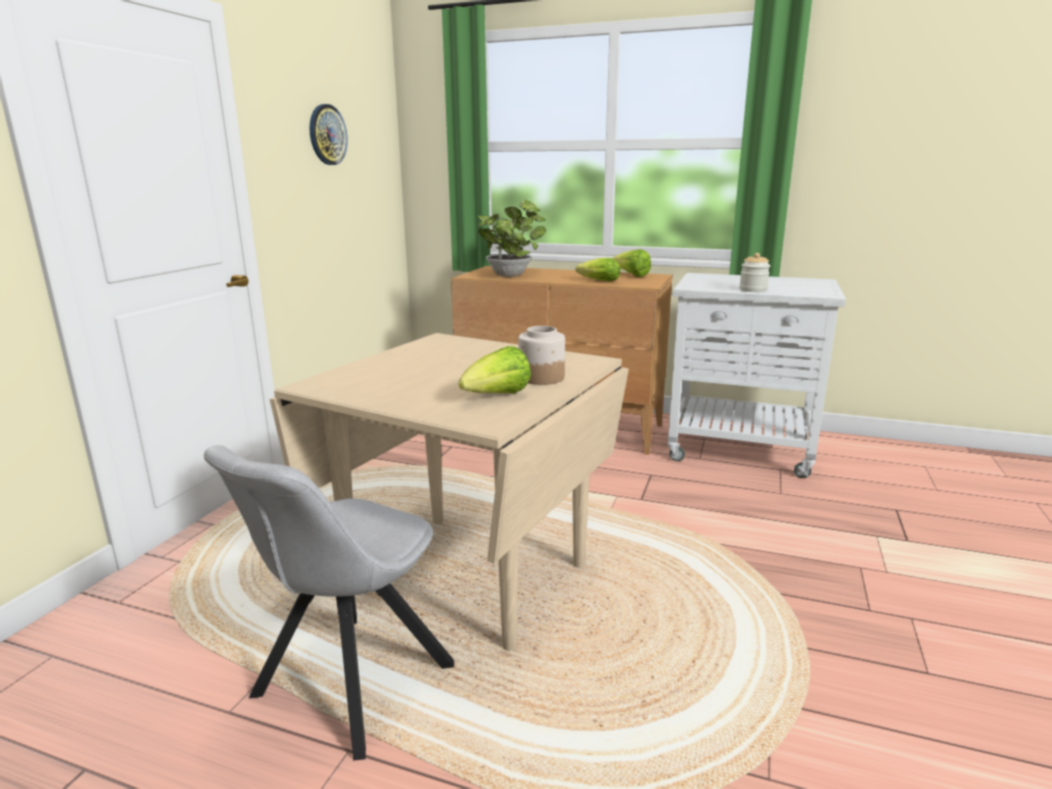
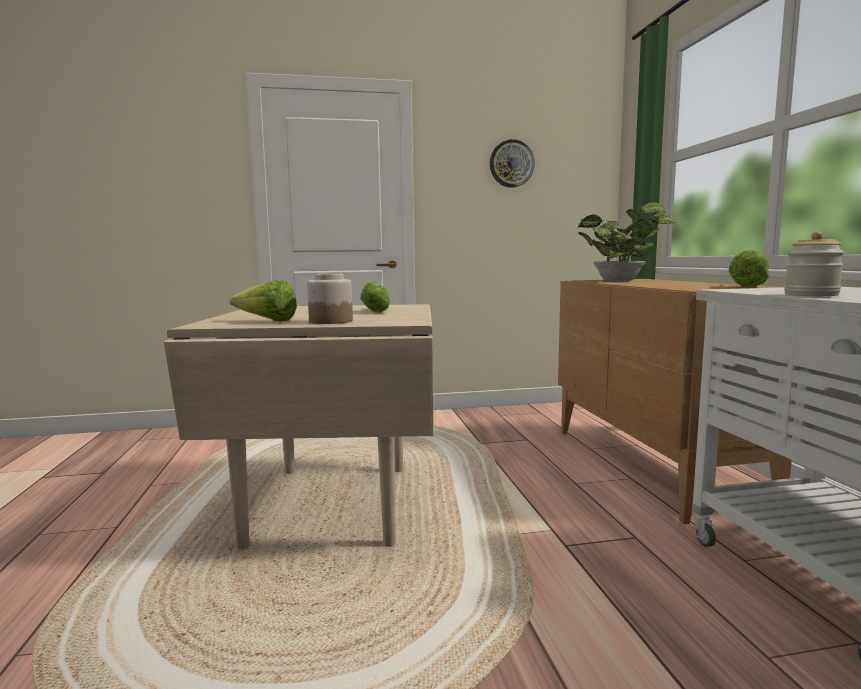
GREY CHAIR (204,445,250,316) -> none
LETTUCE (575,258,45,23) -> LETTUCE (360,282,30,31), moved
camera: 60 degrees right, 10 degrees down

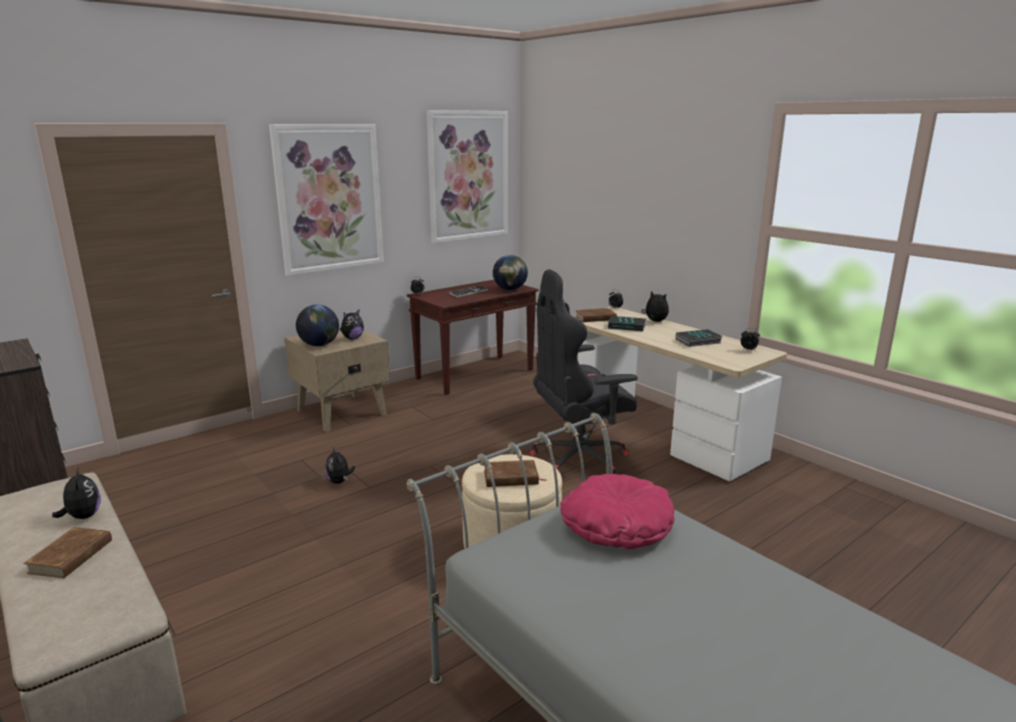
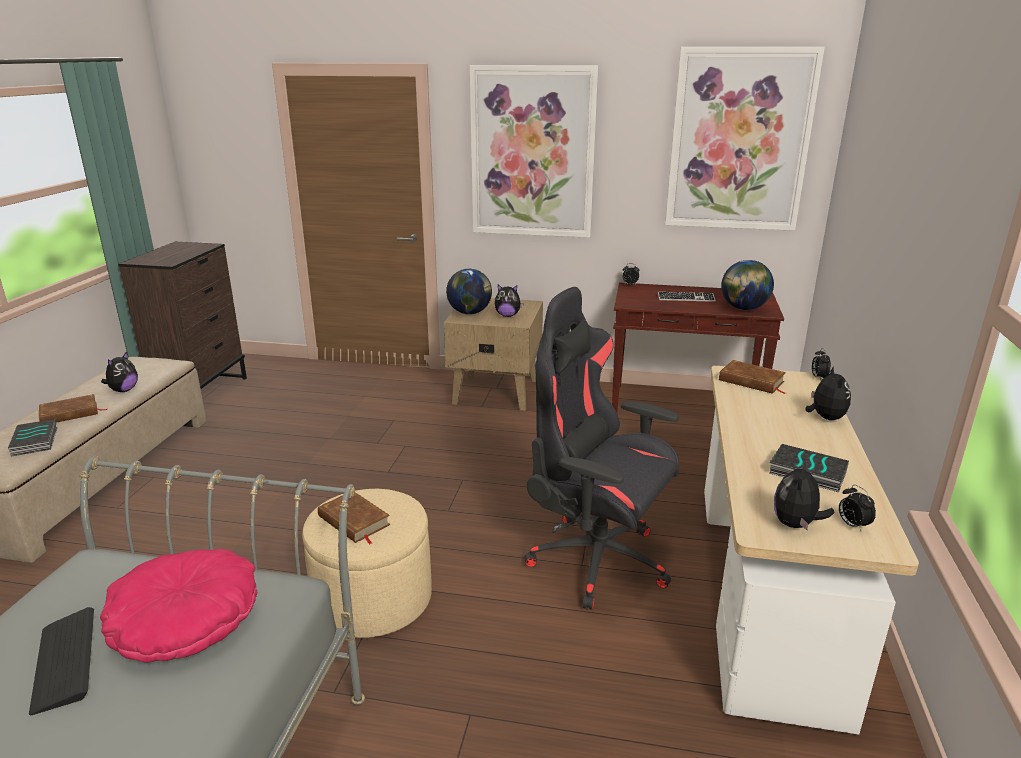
PLUSH TOY (325,447,30,37) -> PLUSH TOY (774,459,60,71), moved
BOOK (608,316,38,15) -> BOOK (8,419,50,37), moved
none -> KEYBOARD (29,607,65,108)
camera: 50 degrees right, 5 degrees up

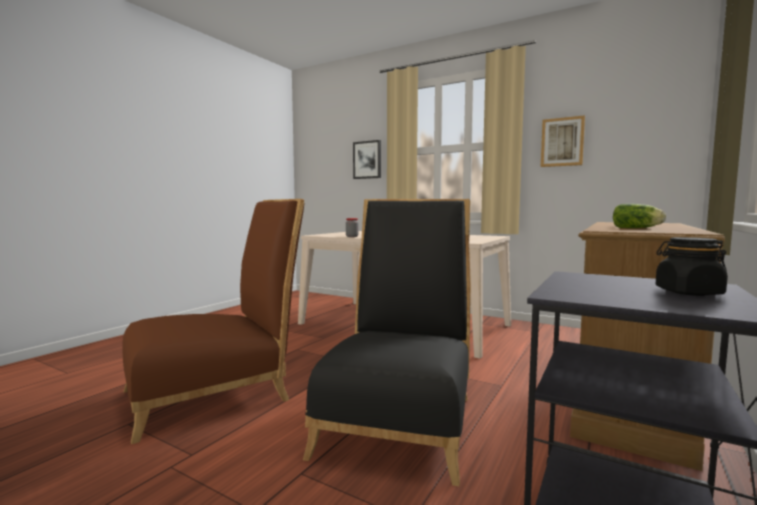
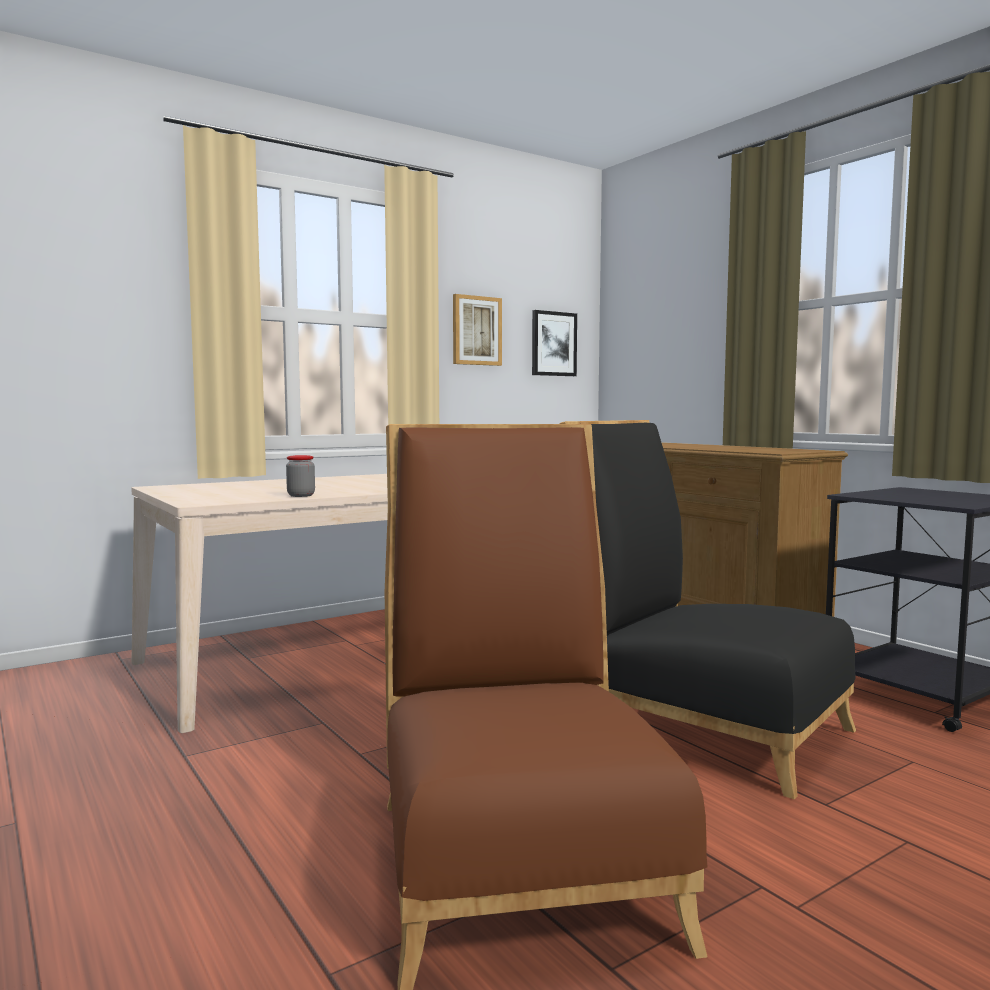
PICTURE (353,140,28,39) -> PICTURE (532,310,45,66), moved
LETTUCE (613,204,53,24) -> none
BLACK JAR (656,237,72,59) -> none
camera: 65 degrees left, 0 degrees up

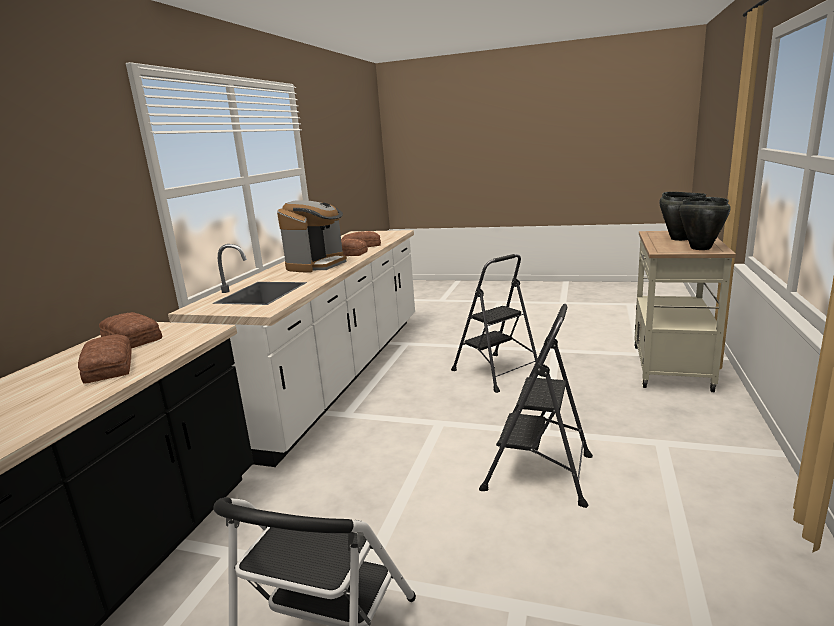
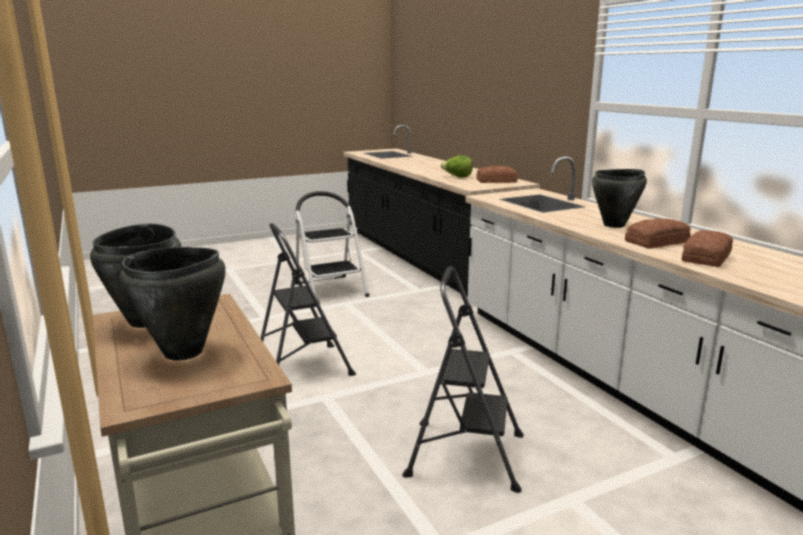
BREAD (78,335,54,49) -> LETTUCE (441,155,32,23)
COFFEE MACHINE (277,200,70,73) -> BLACK COOKING POT (592,169,55,59)
camera: 135 degrees right, 0 degrees up

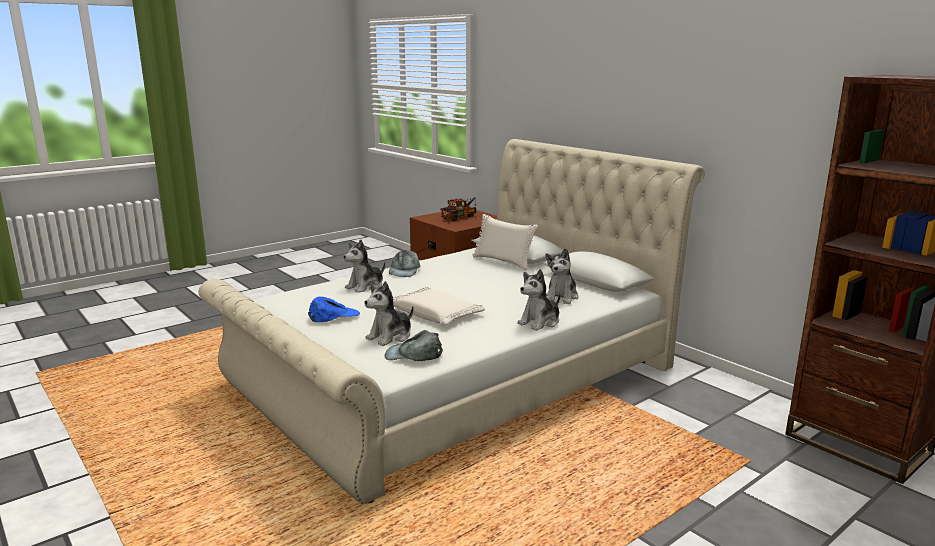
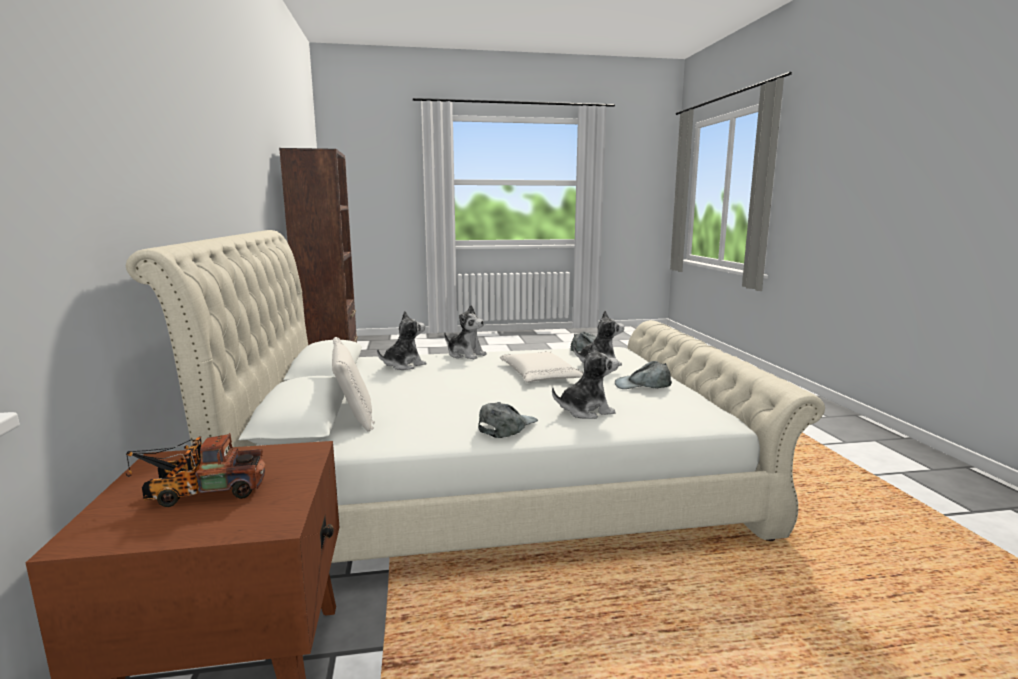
BLUE CAP (308,297,52,25) -> GREY CAP (615,361,57,28)
PLUSH TOY (517,269,43,62) -> PLUSH TOY (444,305,43,54), 45 degrees clockwise
camera: 150 degrees left, 5 degrees down

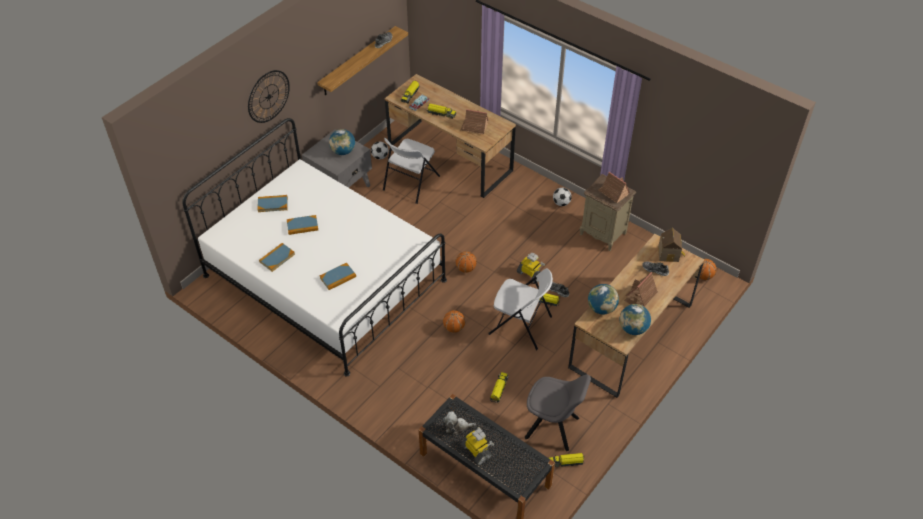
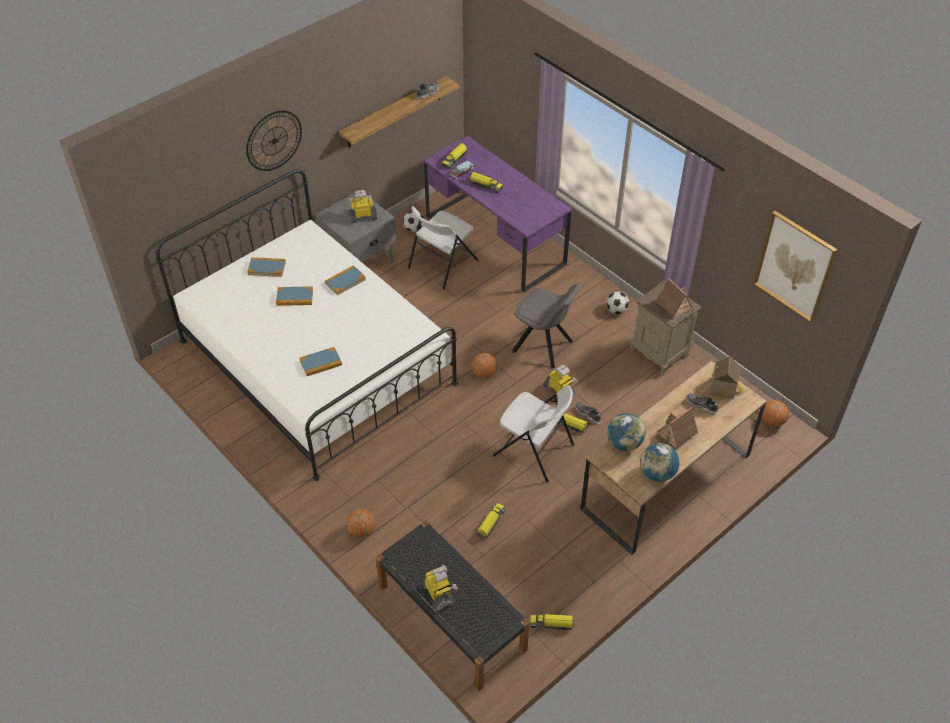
BOOK (259,243,36,29) -> BOOK (325,265,41,30), moved
GLOBE (329,129,26,26) -> TOY ROBOT (349,190,28,33)
BROWN DESK (385,74,131,124) -> PURPLE DESK (424,136,148,157)
BASKETBALL (443,310,22,23) -> BASKETBALL (347,509,28,29), moved
PLUSH TOY (443,412,33,23) -> none
TOY HOUSE (460,109,29,26) -> none
GREY CHAIR (524,375,67,76) -> GREY CHAIR (512,283,69,85), moved
none -> PICTURE (753,211,84,112)
camera: 10 degrees right, 0 degrees up

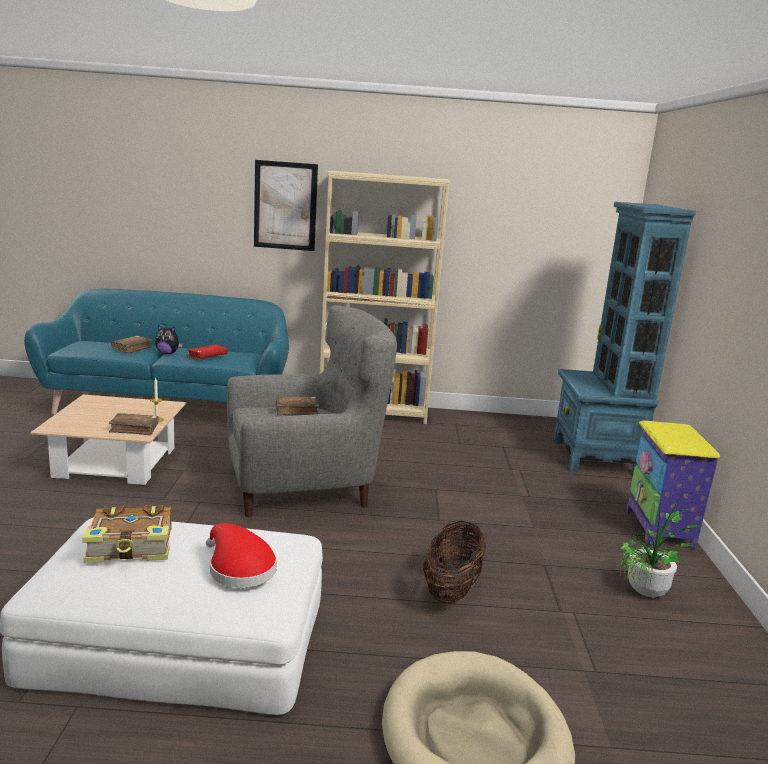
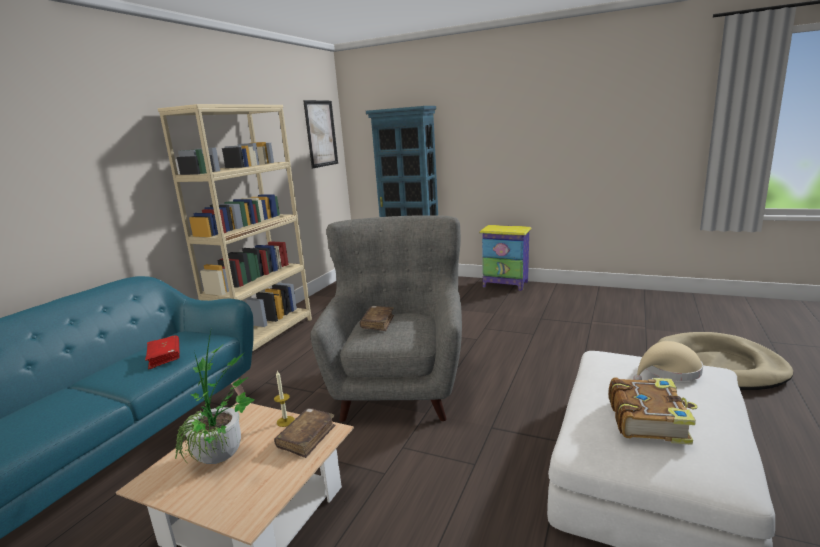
BROWN BOOK (111,336,41,18) -> none
PLUSH TOY (155,325,28,29) -> none
RED HAT (206,523,71,65) -> BEIGE HAT (633,341,70,40)
PICTURE (254,160,64,91) -> PICTURE (303,100,35,68), moved
BASKET (423,521,63,83) -> none
POTTED PLANT (616,490,87,108) -> POTTED PLANT (175,332,80,132), moved
camera: 65 degrees left, 0 degrees up

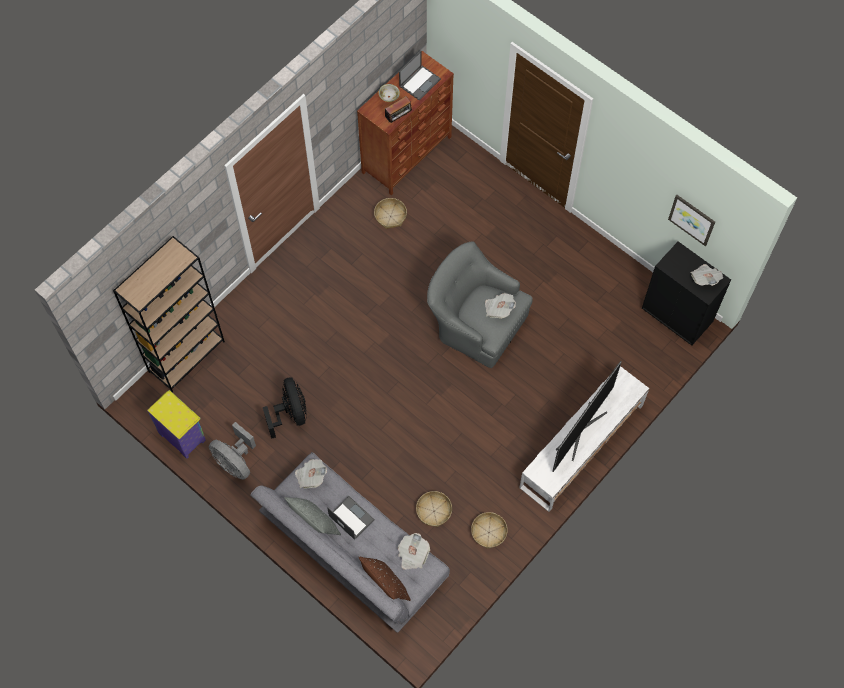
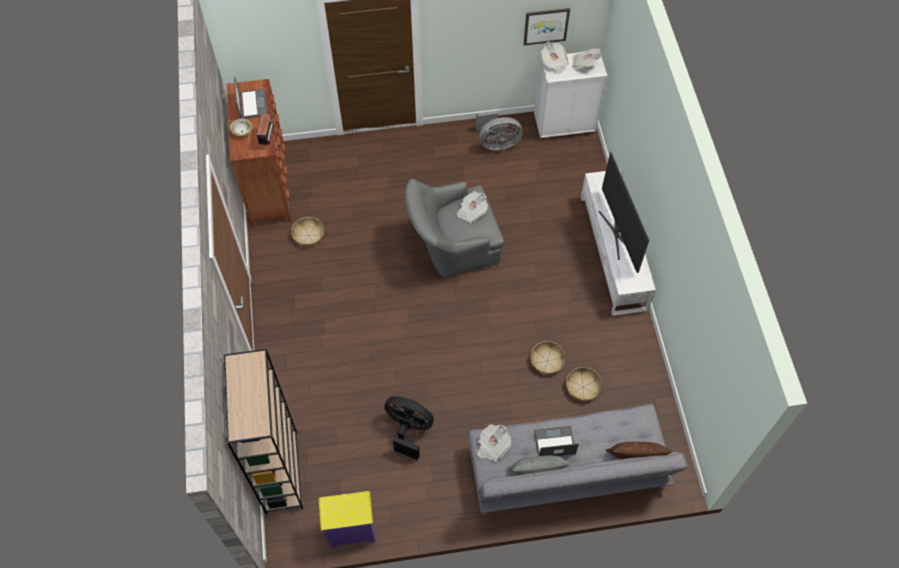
GREY FAN (209,422,47,58) -> GREY FAN (476,110,46,41), moved
NEWSPAPER (398,533,32,36) -> NEWSPAPER (541,42,28,32), moved
BASKET (471,512,37,37) -> BASKET (530,341,36,34), moved
BLACK CABINET (642,241,89,105) -> WHITE CABINET (534,52,73,86)
camera: 50 degrees left, 5 degrees down

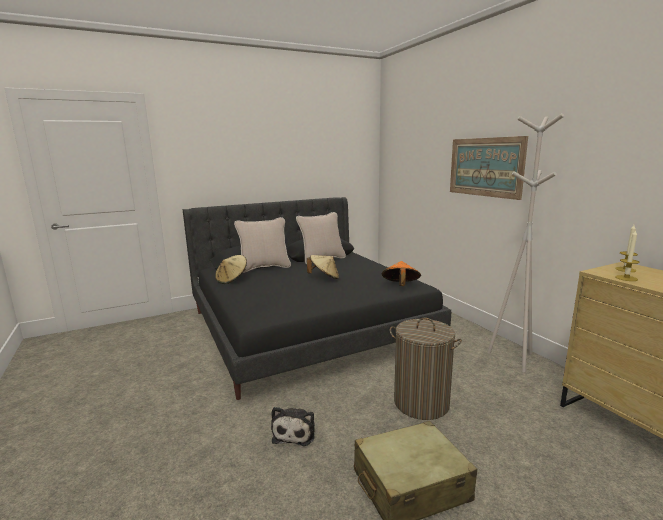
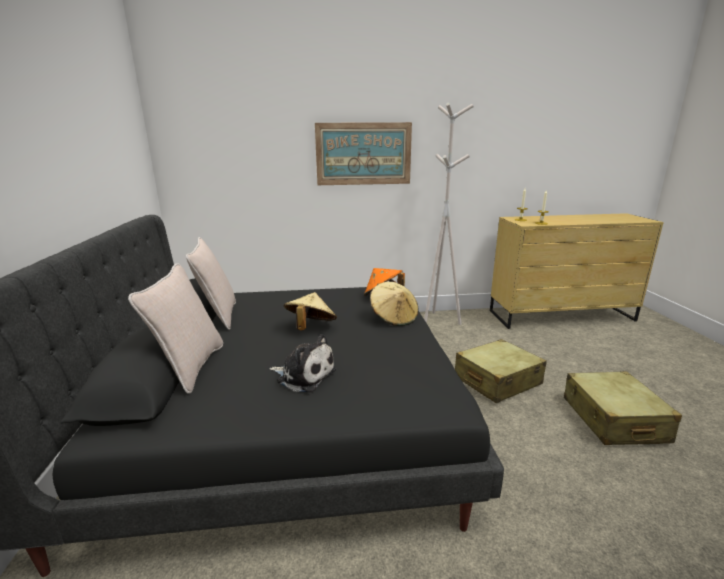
BEIGE HAT (215,255,32,29) -> BEIGE HAT (370,282,48,44), moved
PLUSH TOY (271,407,44,39) -> PLUSH TOY (269,334,67,58), moved
LAUNDRY BASKET (390,318,72,102) -> BEIGE SUITCASE (455,339,92,64)
camera: 70 degrees left, 5 degrees up

